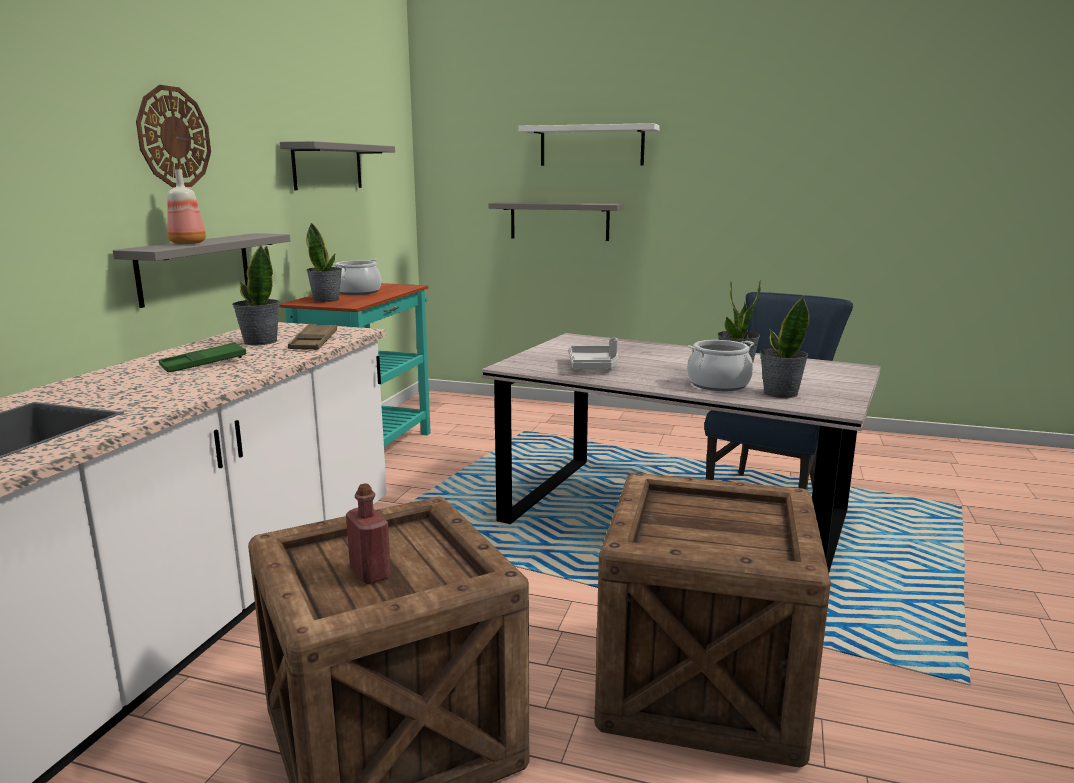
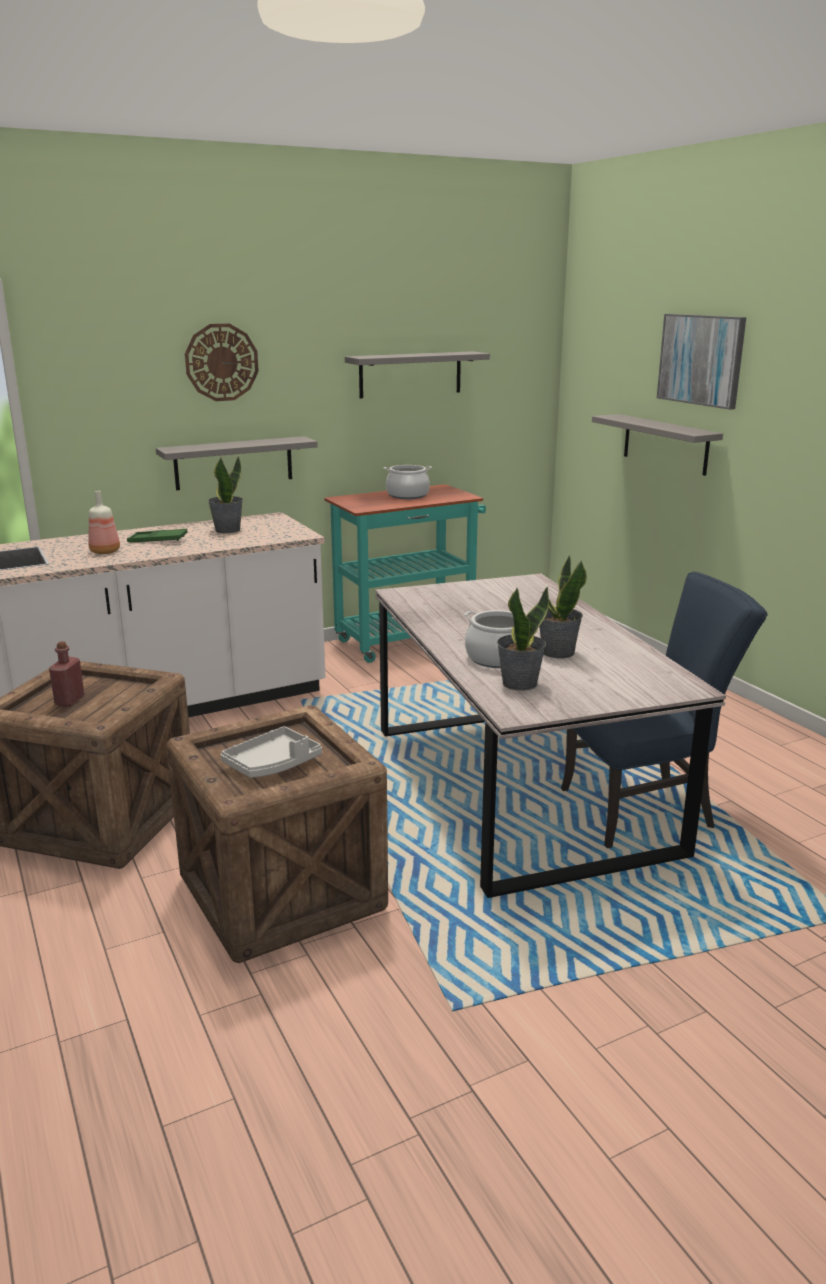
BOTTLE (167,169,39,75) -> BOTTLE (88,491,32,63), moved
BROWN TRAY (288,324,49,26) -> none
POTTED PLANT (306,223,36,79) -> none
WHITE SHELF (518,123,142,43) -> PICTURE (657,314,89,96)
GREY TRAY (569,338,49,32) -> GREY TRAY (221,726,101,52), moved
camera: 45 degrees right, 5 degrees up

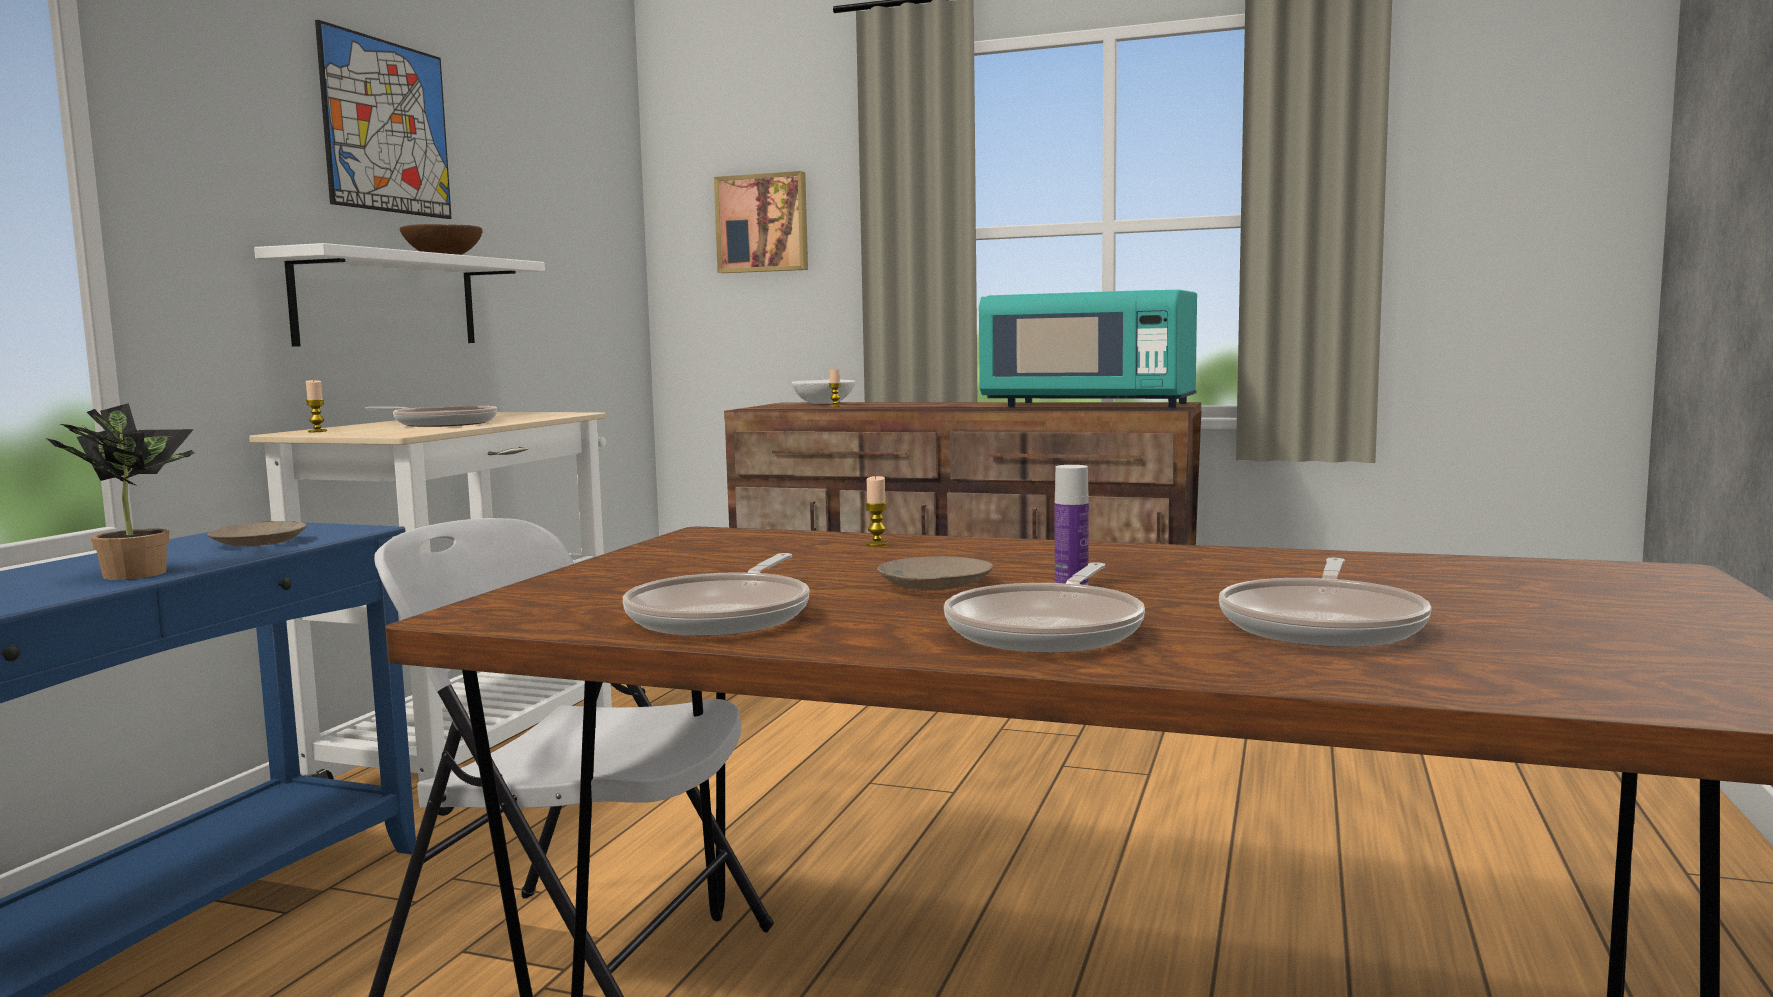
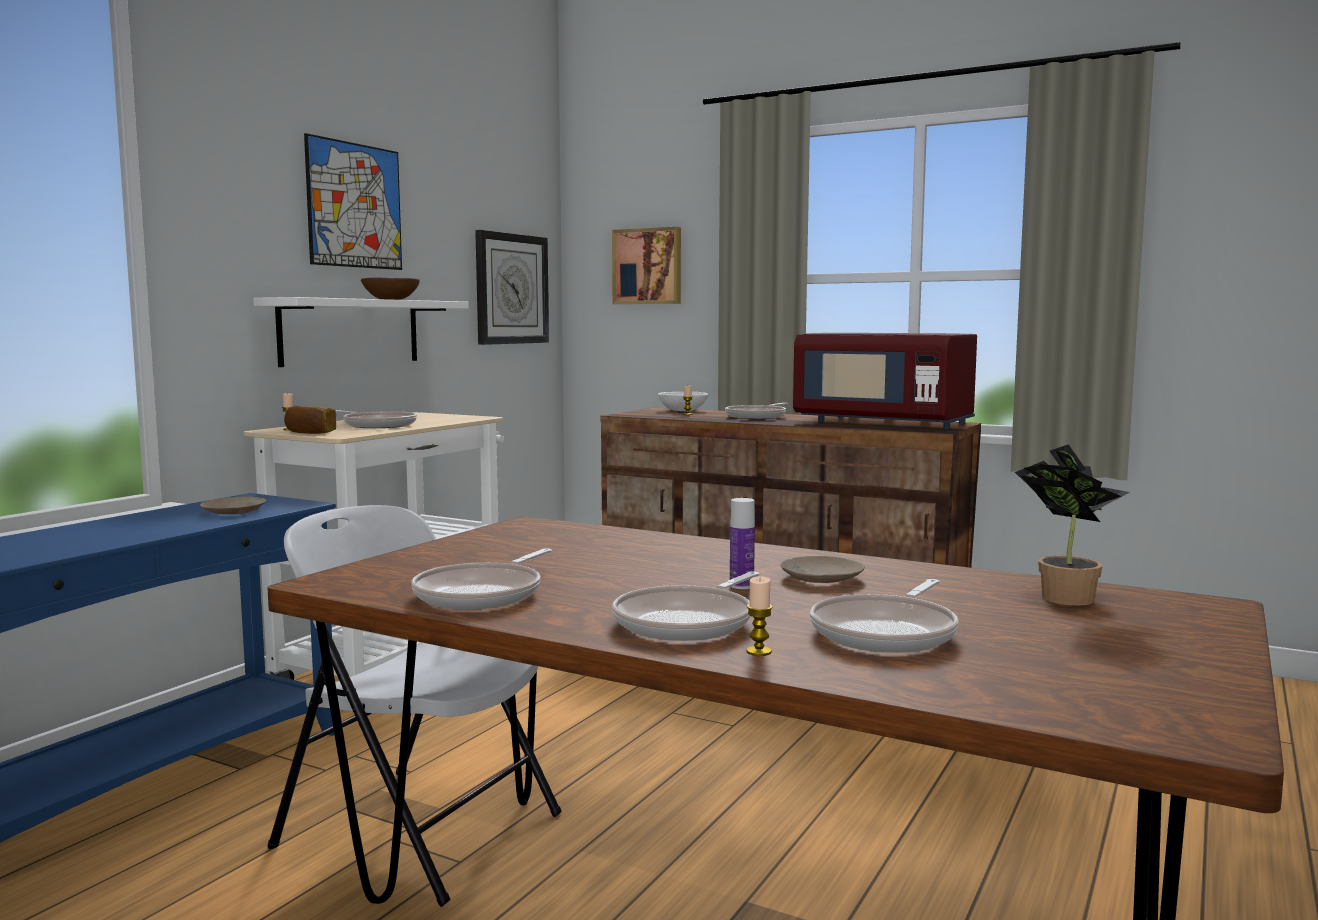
POTTED PLANT (45,403,150,177) -> POTTED PLANT (1015,444,115,162), moved
CANDLE (865,476,23,70) -> CANDLE (746,576,27,80), moved
BEIGE PLATE (877,556,116,34) -> BEIGE PLATE (781,556,84,27), moved
TURQUOISE MICROWAVE (979,290,218,118) -> RED MICROWAVE (793,333,184,96)
none -> BREAD (284,406,52,28)
none -> WALL CLOCK (475,230,74,115)
none -> FRYING PAN (725,403,63,16)
camera: 10 degrees right, 0 degrees up

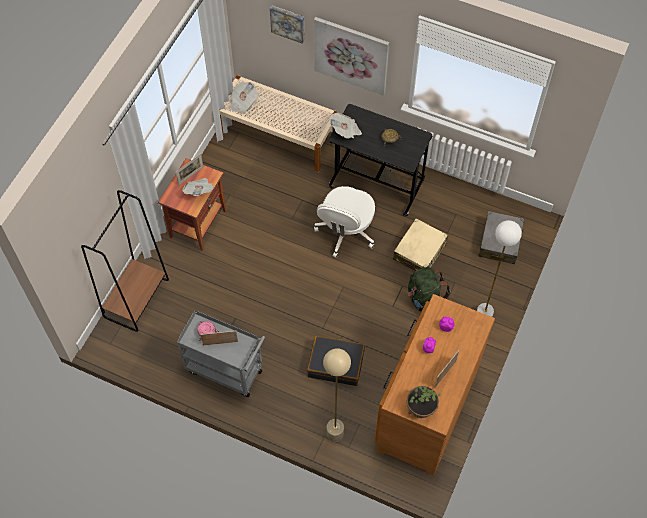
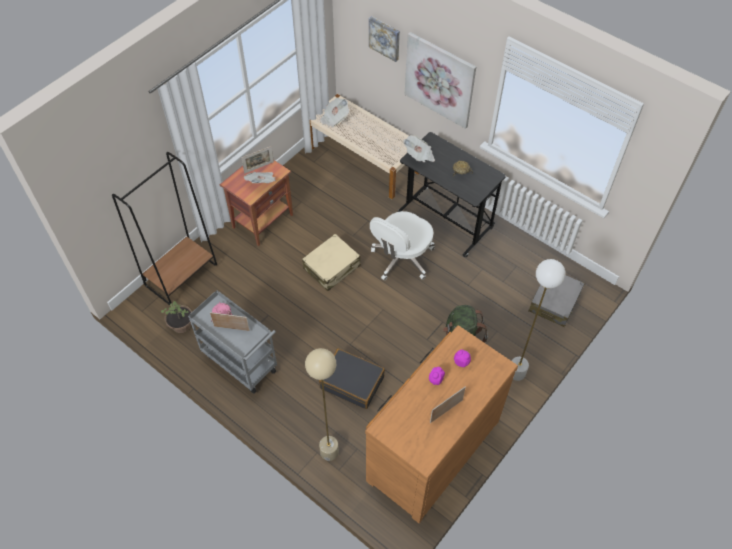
BEIGE SUITCASE (393,218,55,53) -> BEIGE SUITCASE (302,234,59,57), moved
POTTED PLANT (407,386,34,32) -> POTTED PLANT (161,301,31,32), moved
camera: 15 degrees right, 5 degrees down

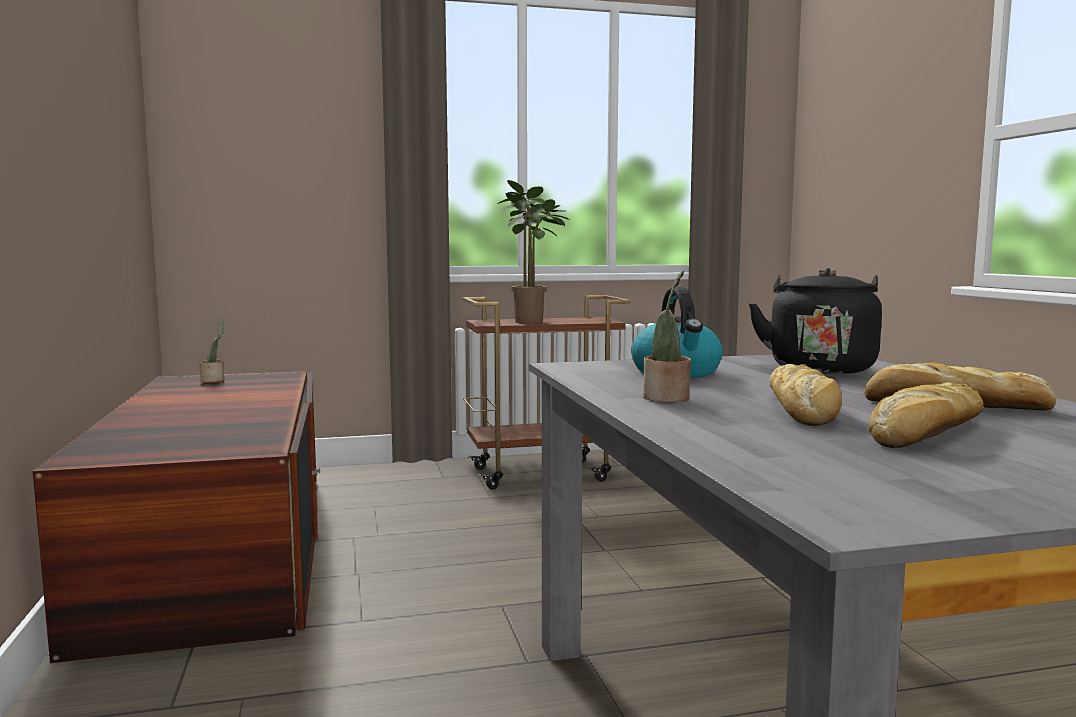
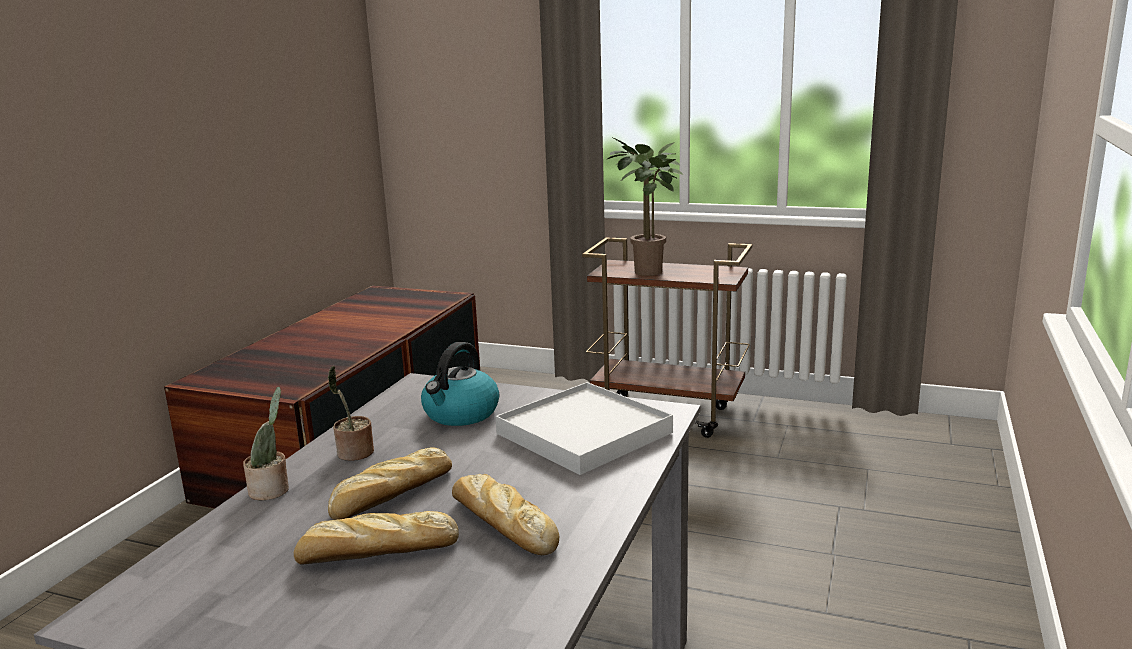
POTTED PLANT (199,318,25,64) -> POTTED PLANT (243,387,46,113), moved
BLACK KETTLE (748,268,134,106) -> WHITE TRAY (495,382,178,93)
camera: 35 degrees right, 10 degrees up

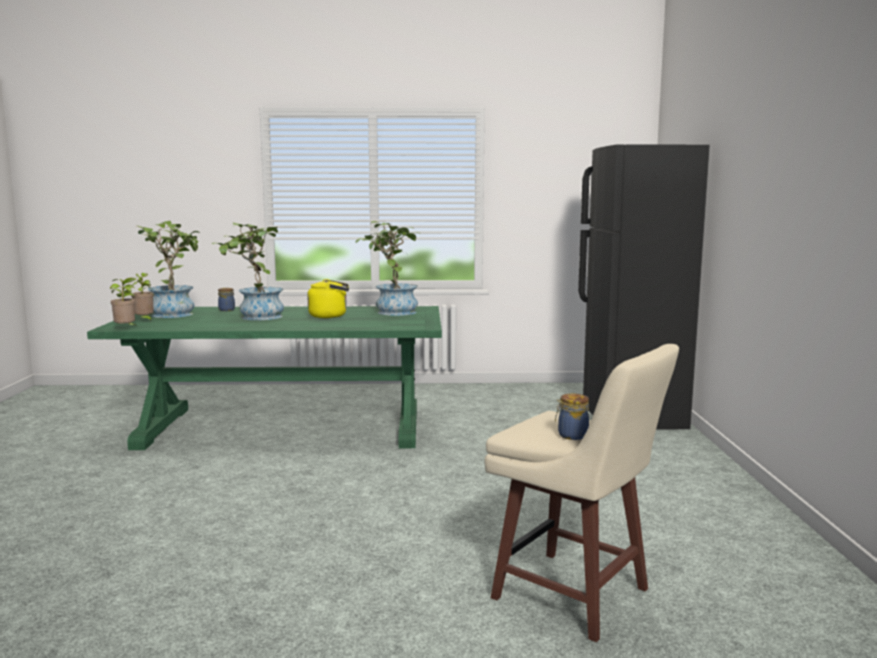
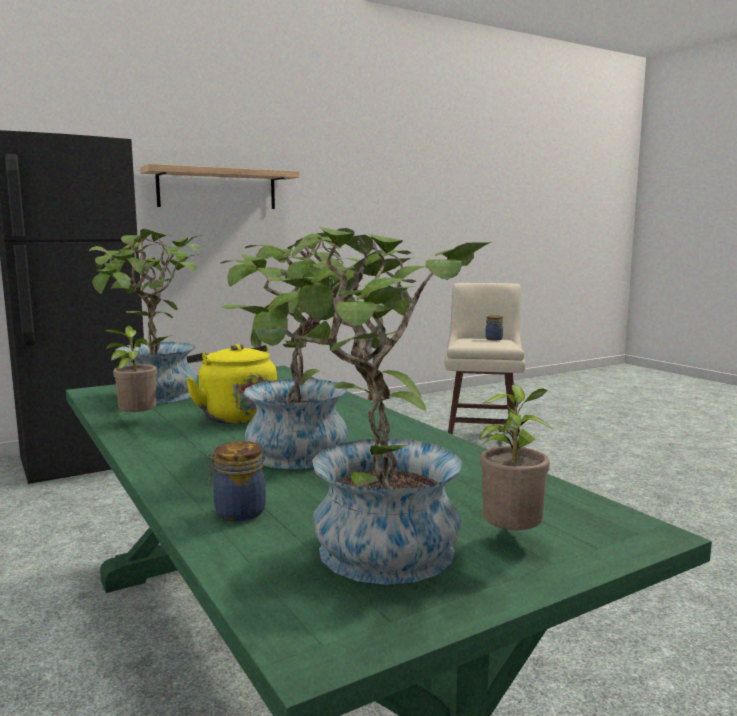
POTTED PLANT (110,278,27,48) -> POTTED PLANT (105,326,52,93), moved
none -> SHELF (140,164,159,45)
camera: 120 degrees left, 0 degrees up

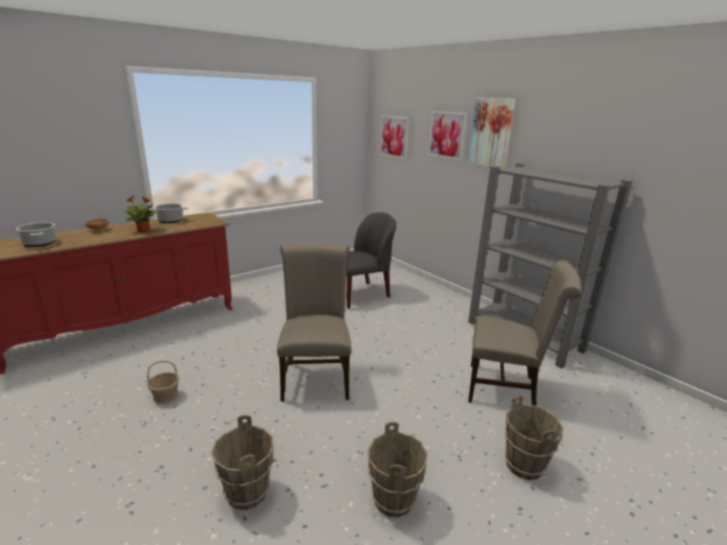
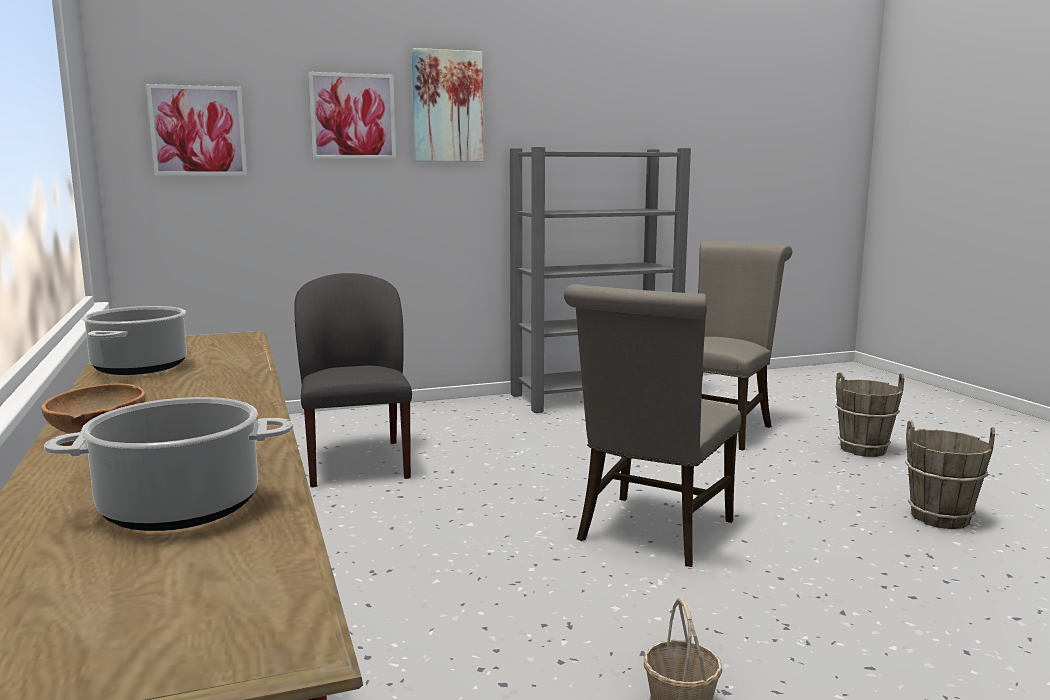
POTTED PLANT (122,195,36,37) -> none
BROWN BUCKET (211,415,63,95) -> none
BEIGE CHAIR (277,244,74,157) -> BEIGE CHAIR (564,284,177,283), 75 degrees counterclockwise
camera: 70 degrees left, 10 degrees down

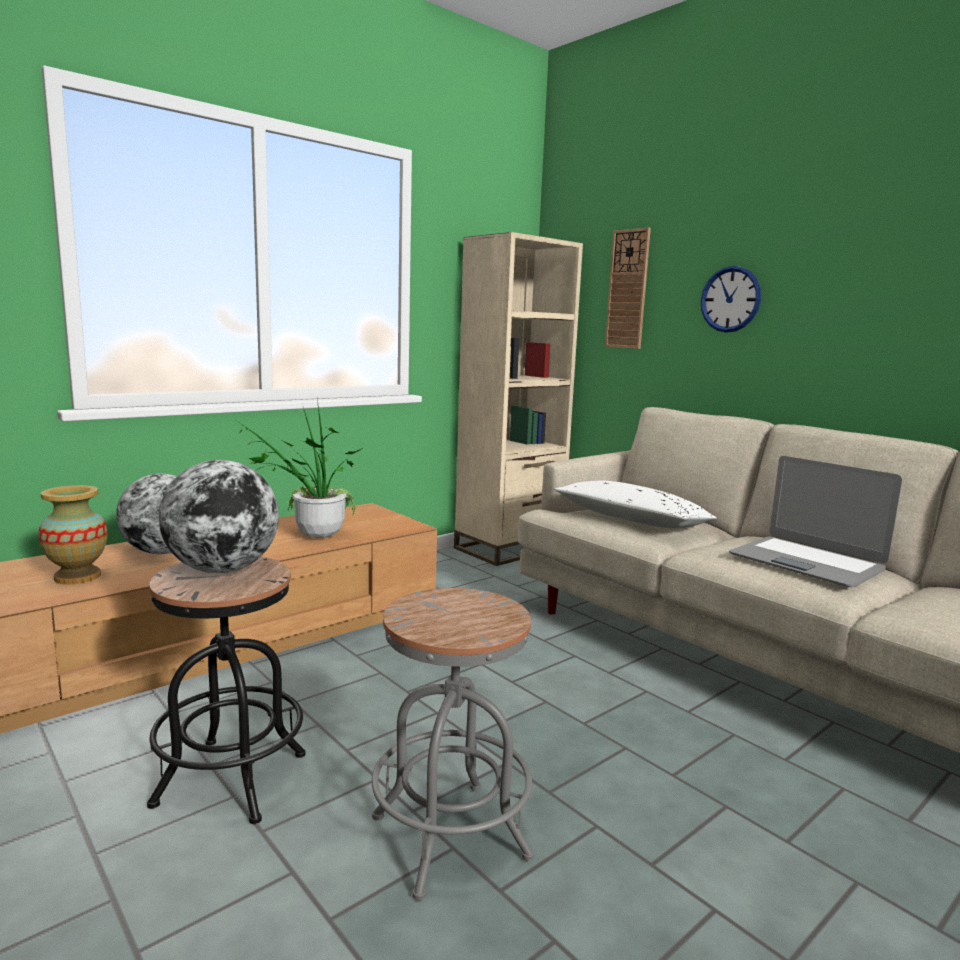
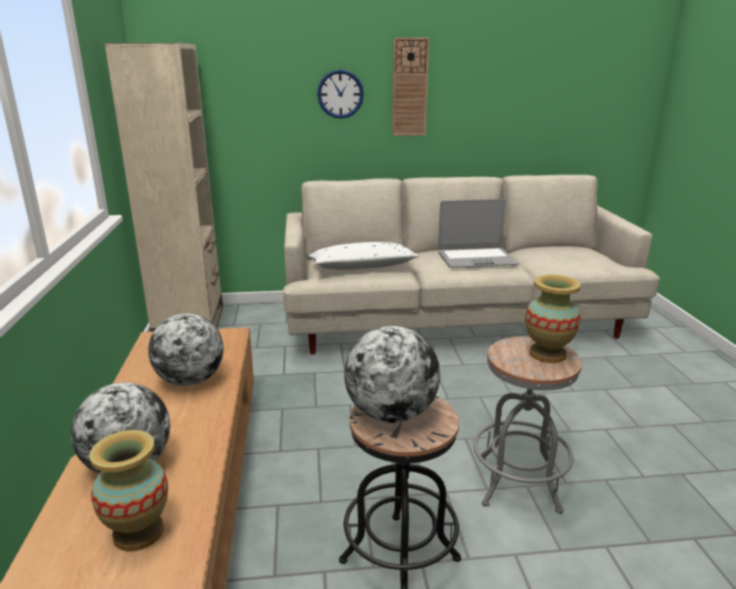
POTTED PLANT (237,400,124,138) -> GLOBE (148,313,76,73)
WALL CLOCK (605,227,46,122) -> WALL CLOCK (392,37,37,99), moved
none -> VASE (525,274,56,89)
camera: 55 degrees left, 10 degrees up

